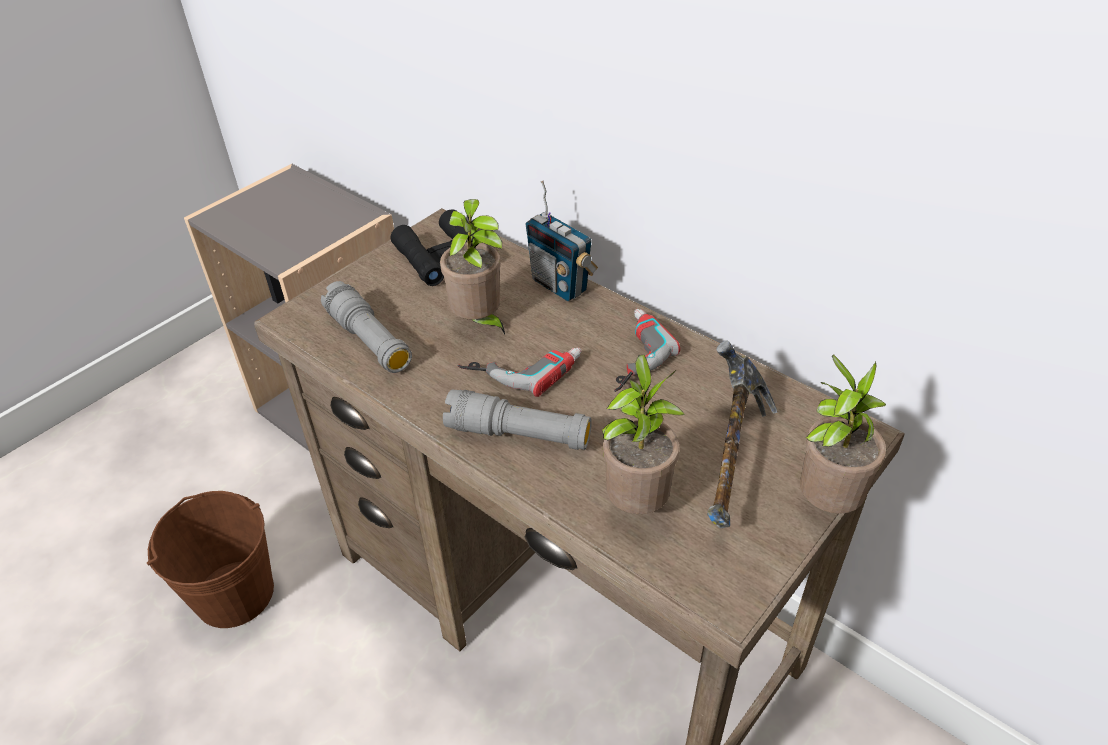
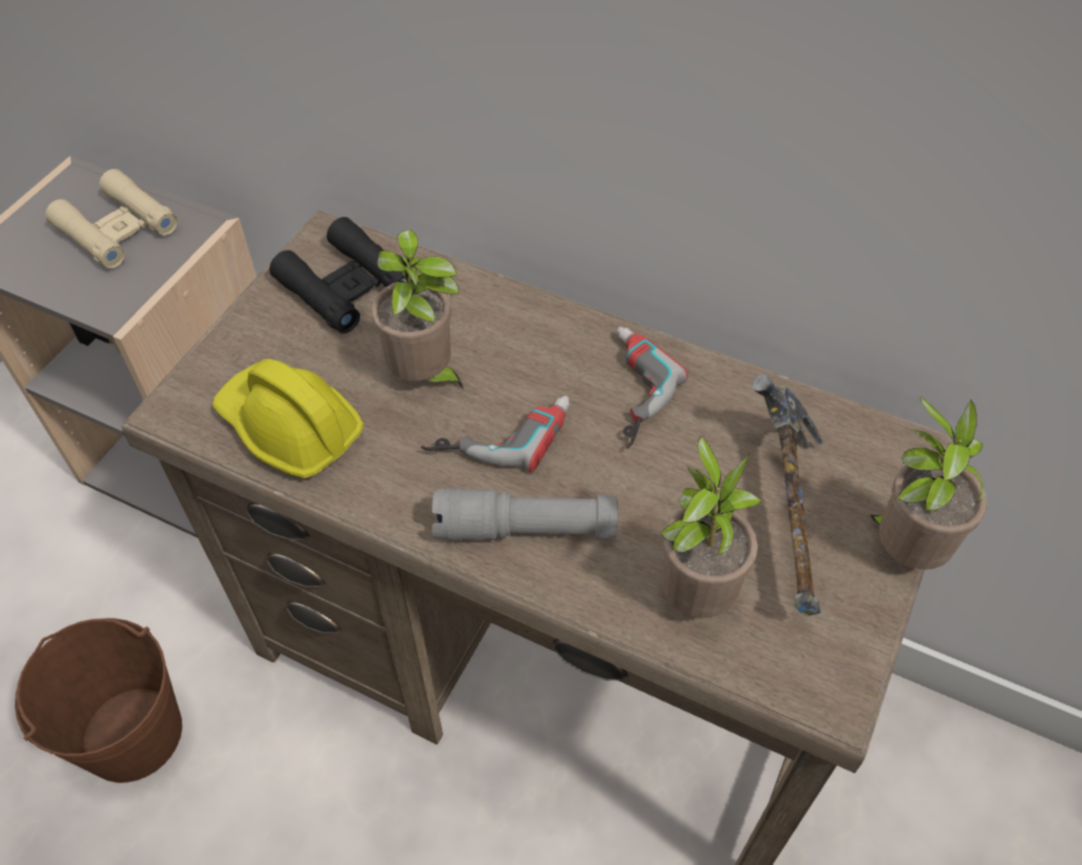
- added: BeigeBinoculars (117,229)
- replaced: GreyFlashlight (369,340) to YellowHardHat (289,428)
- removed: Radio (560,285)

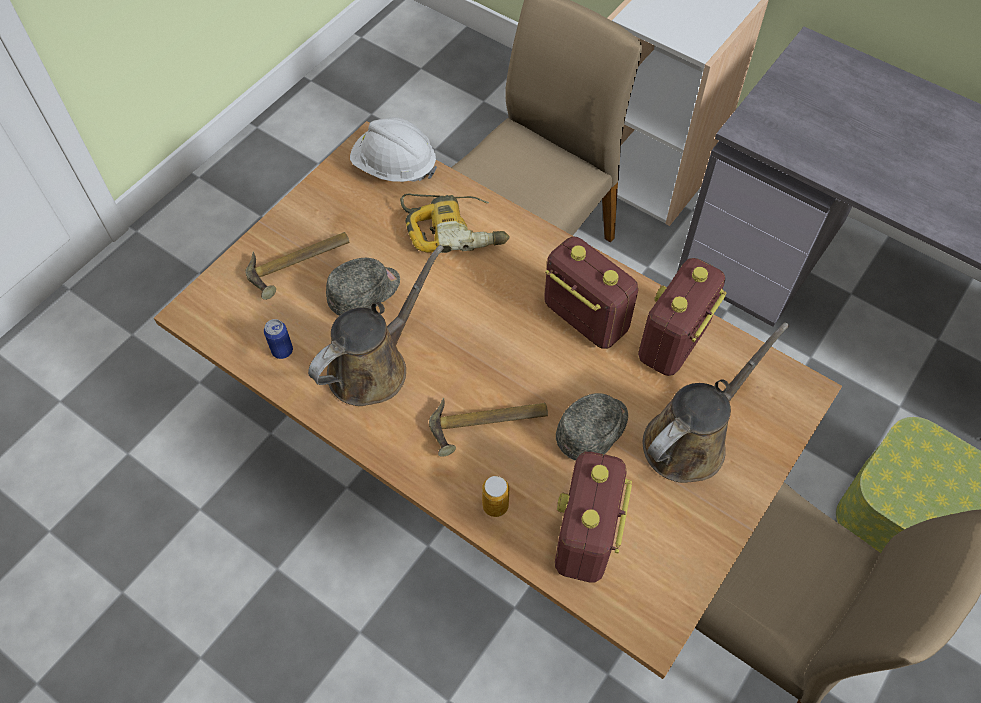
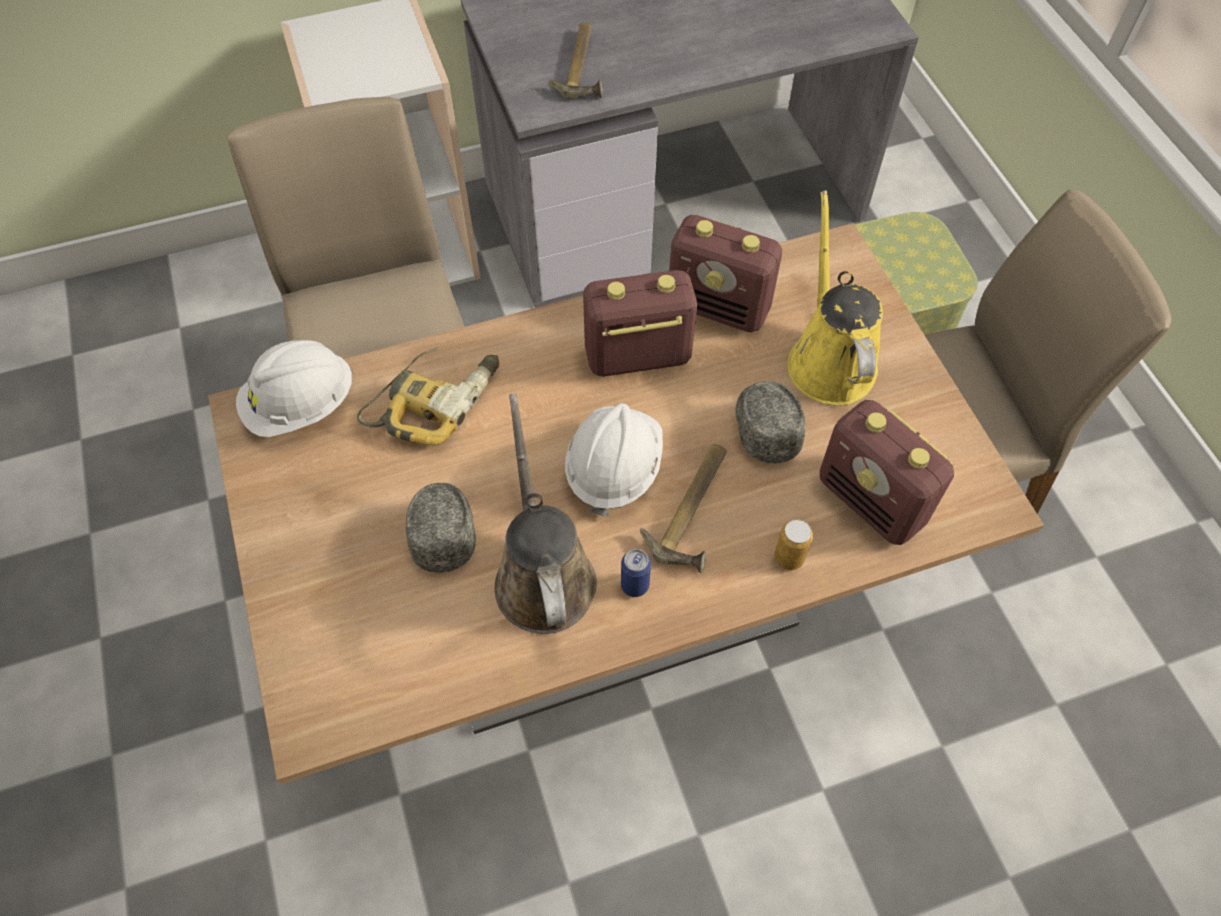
- moved: Hammer (300,265) to (583,66)
- added: WhiteHardHat (613,468)
- moved: Can (282,351) to (635,585)
- turned: Radio (673,342) = (719,307) 45 degrees counterclockwise
- recoloured: BrownWateringCan (690,439) to YellowWateringCan (829,359)

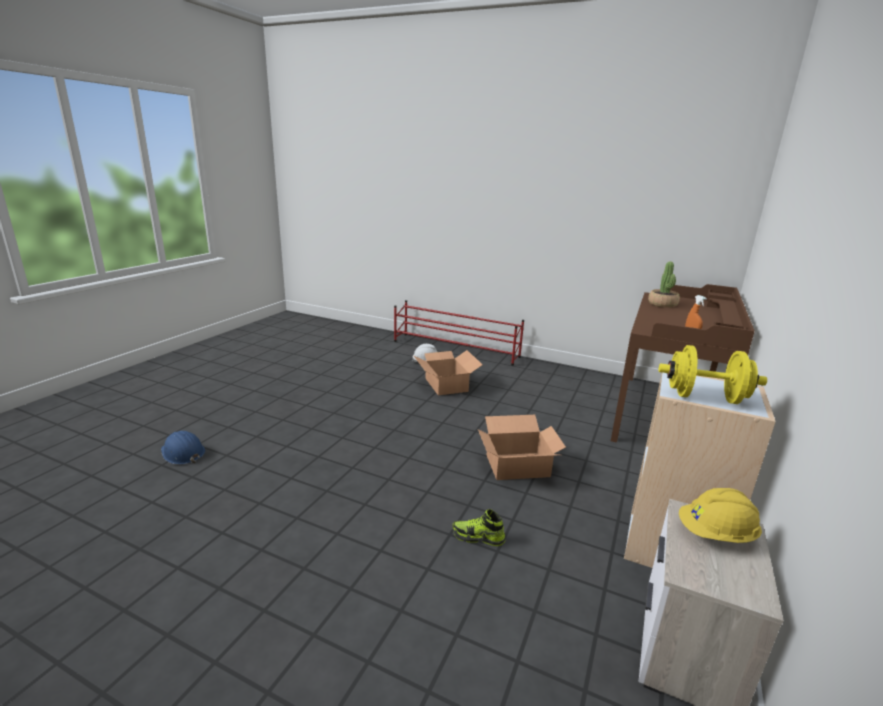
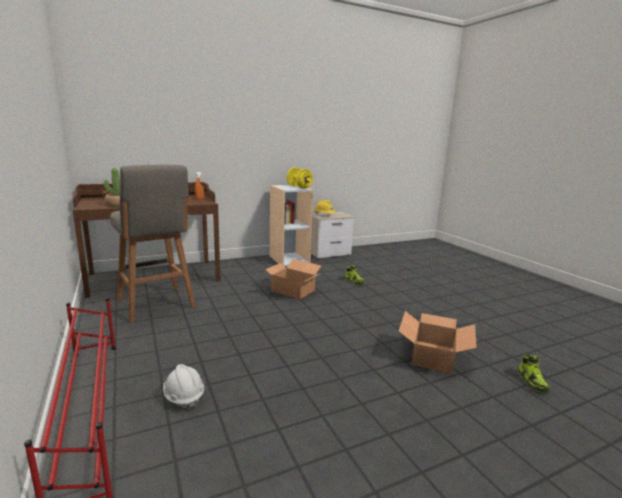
- added: GreyStool (156,305)
- moved: CardboardBox (446,384) to (432,356)
- replaced: BlueHardHat (182,453) to Shoe (532,382)

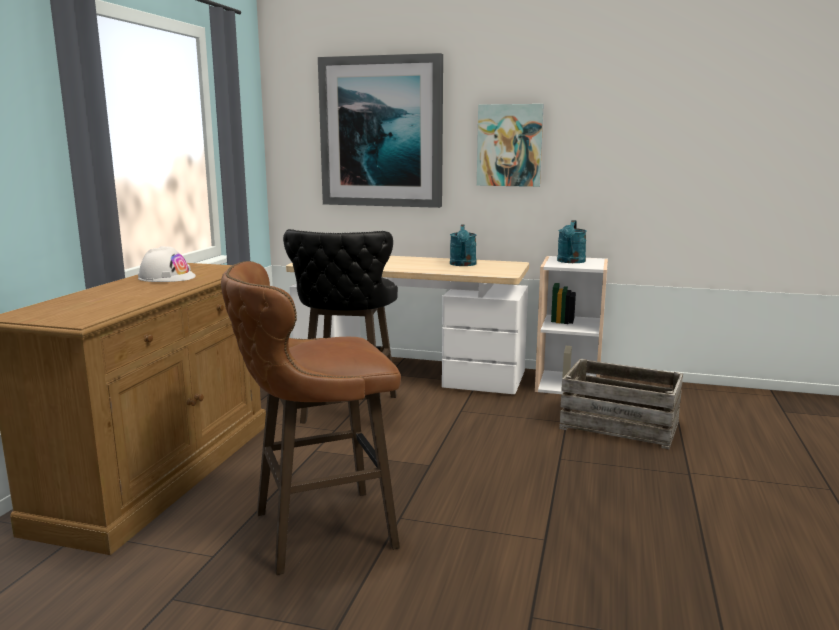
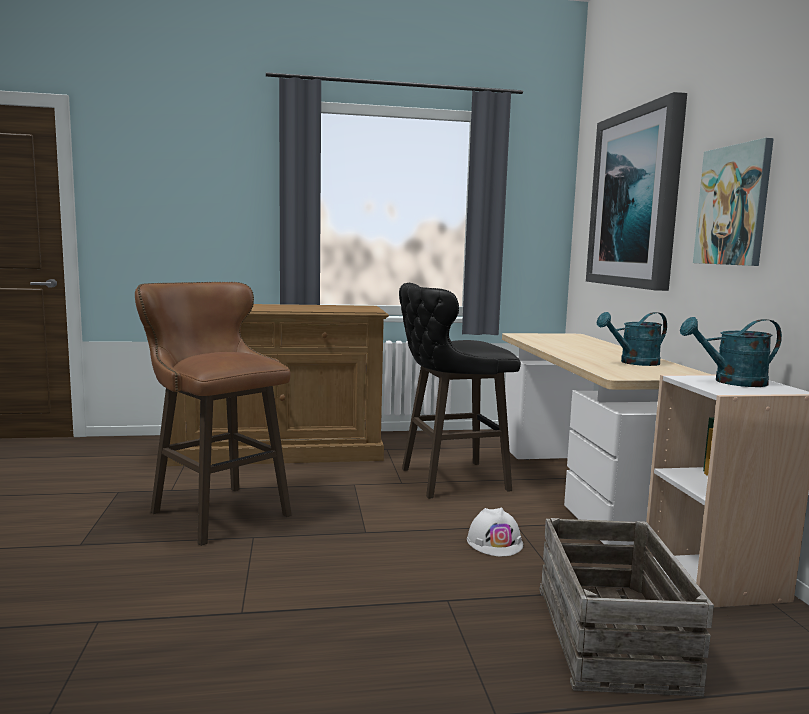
- moved: WhiteHardHat (167,277) to (495,542)

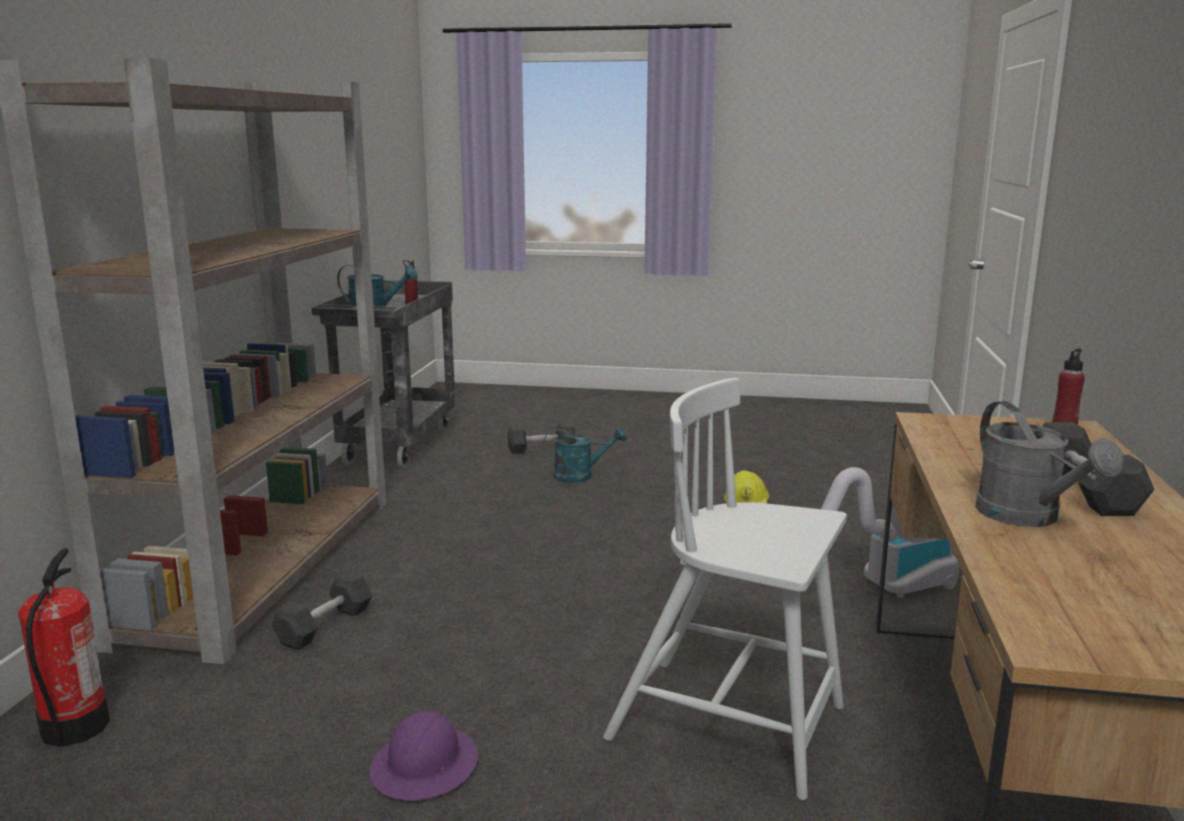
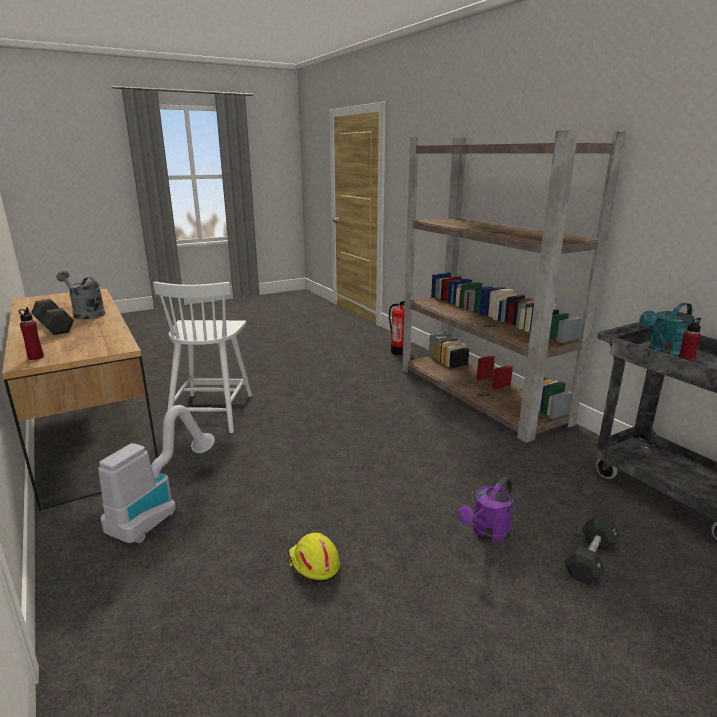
- turned: WhiteChair (731,725) = (211,412) 105 degrees clockwise
- recoloured: TurquoiseWateringCan (580,476) to PurpleWateringCan (487,533)
- removed: BlackDumbbell (325,626)
- removed: PurpleHardHat (425,766)

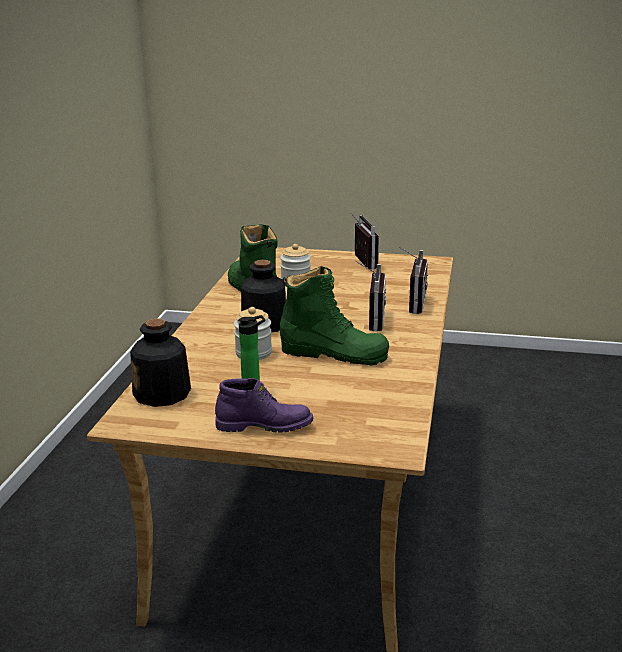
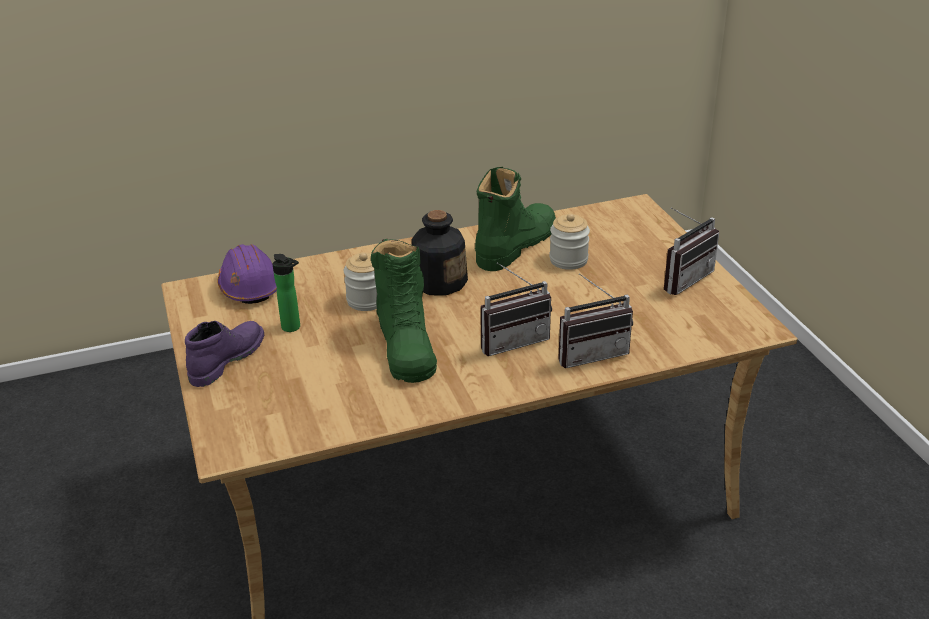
- turned: PurpleBoot (265,425) = (226,359) 120 degrees counterclockwise
- replaced: Bottle (162,394) to PurpleHardHat (249,287)

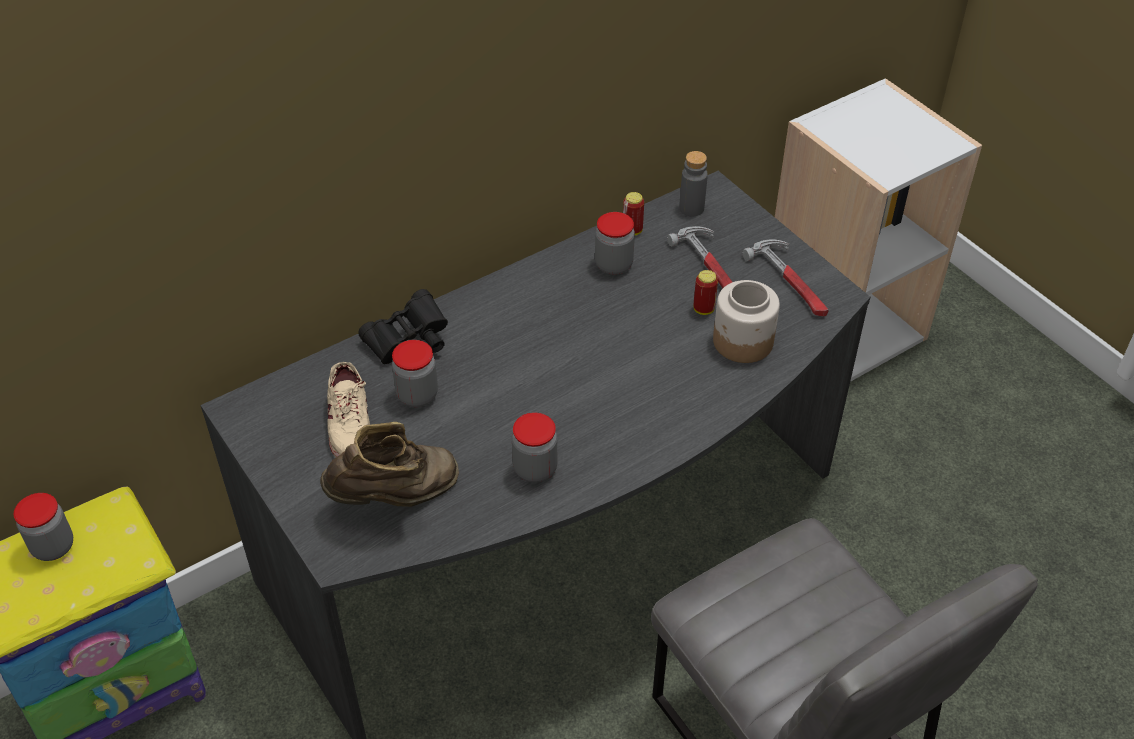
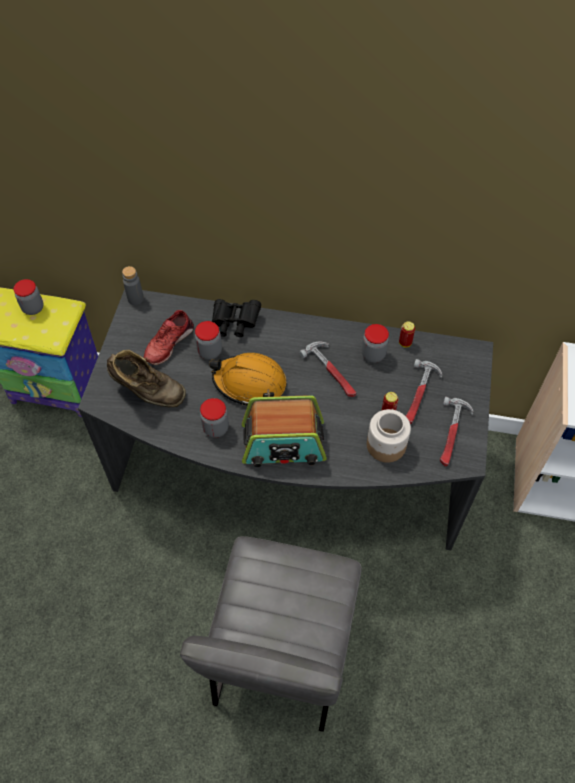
- moved: GreyBottle (691,208) to (135,299)
- recoloured: BeigeShoe (349,424) to RedShoe (168,343)
- added: OrangeHardHat (249,383)
- added: Radio (283,443)
- added: Hammer (332,371)

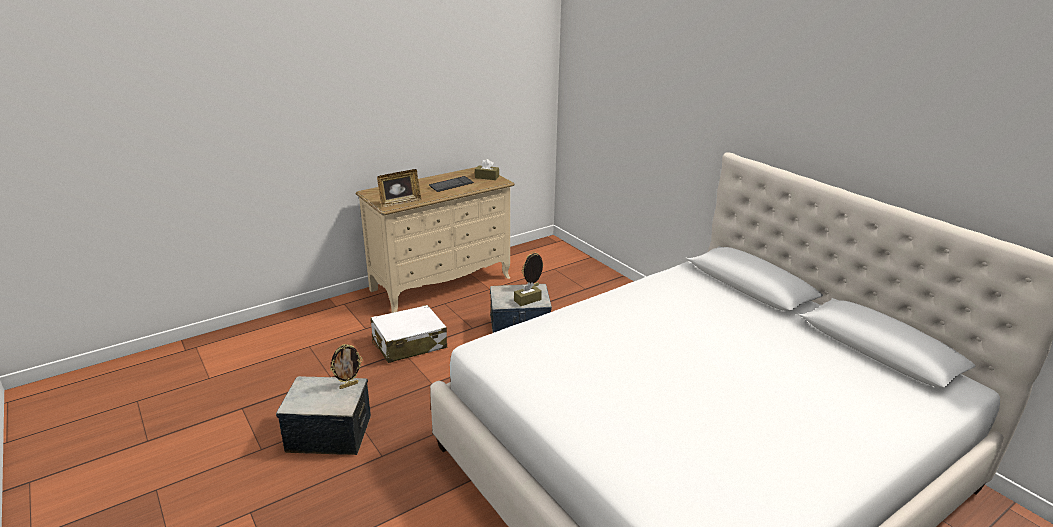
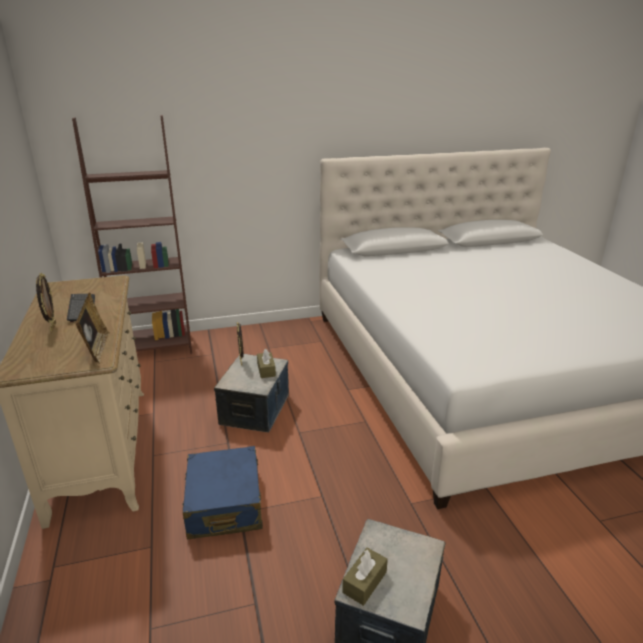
- moved: PictureFrame (348,385) to (52,327)
- added: BrownBookcase (154,347)
- recoloured: WhiteSuitcase (409,344) to BlueSuitcase (224,504)
- moved: BrownTissueBox (487,177) to (364,582)

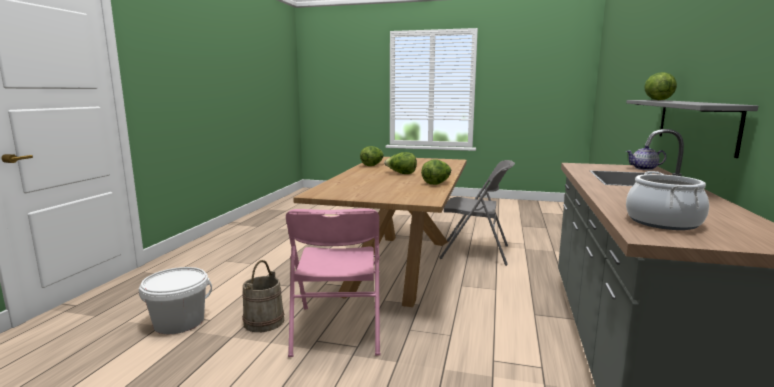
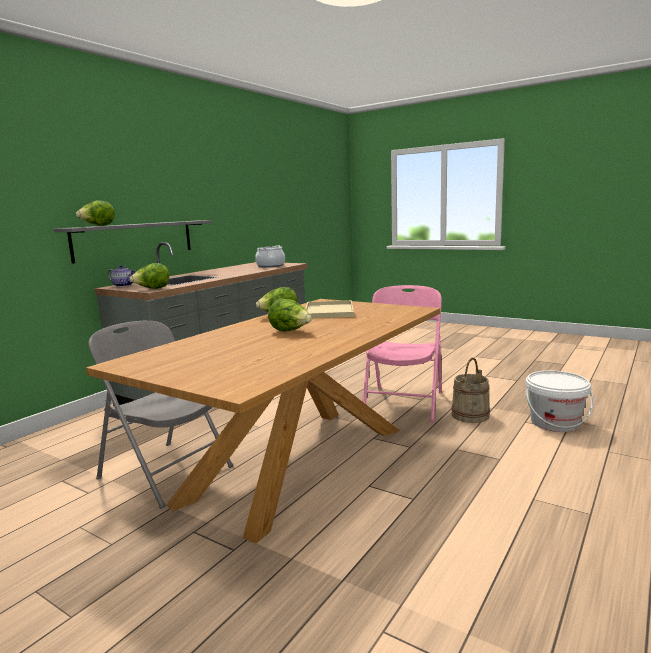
- moved: Lettuce (372,165) to (152,289)
- added: BeigeTray (330,311)

